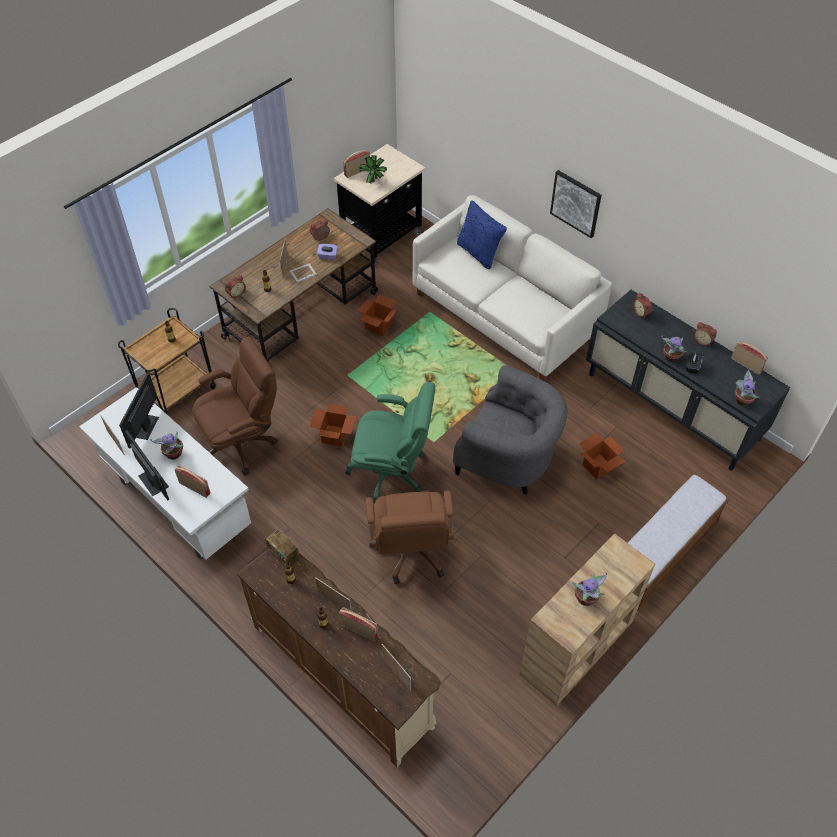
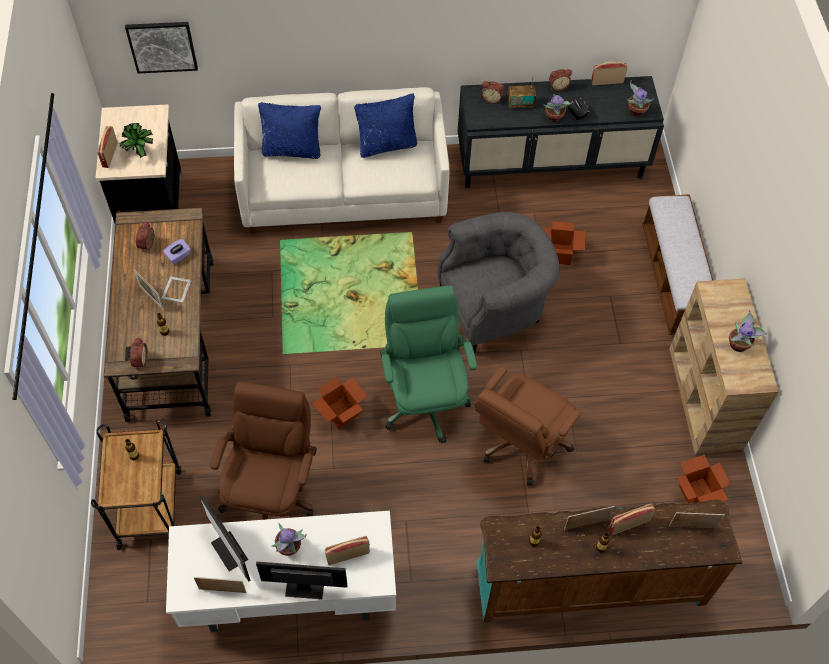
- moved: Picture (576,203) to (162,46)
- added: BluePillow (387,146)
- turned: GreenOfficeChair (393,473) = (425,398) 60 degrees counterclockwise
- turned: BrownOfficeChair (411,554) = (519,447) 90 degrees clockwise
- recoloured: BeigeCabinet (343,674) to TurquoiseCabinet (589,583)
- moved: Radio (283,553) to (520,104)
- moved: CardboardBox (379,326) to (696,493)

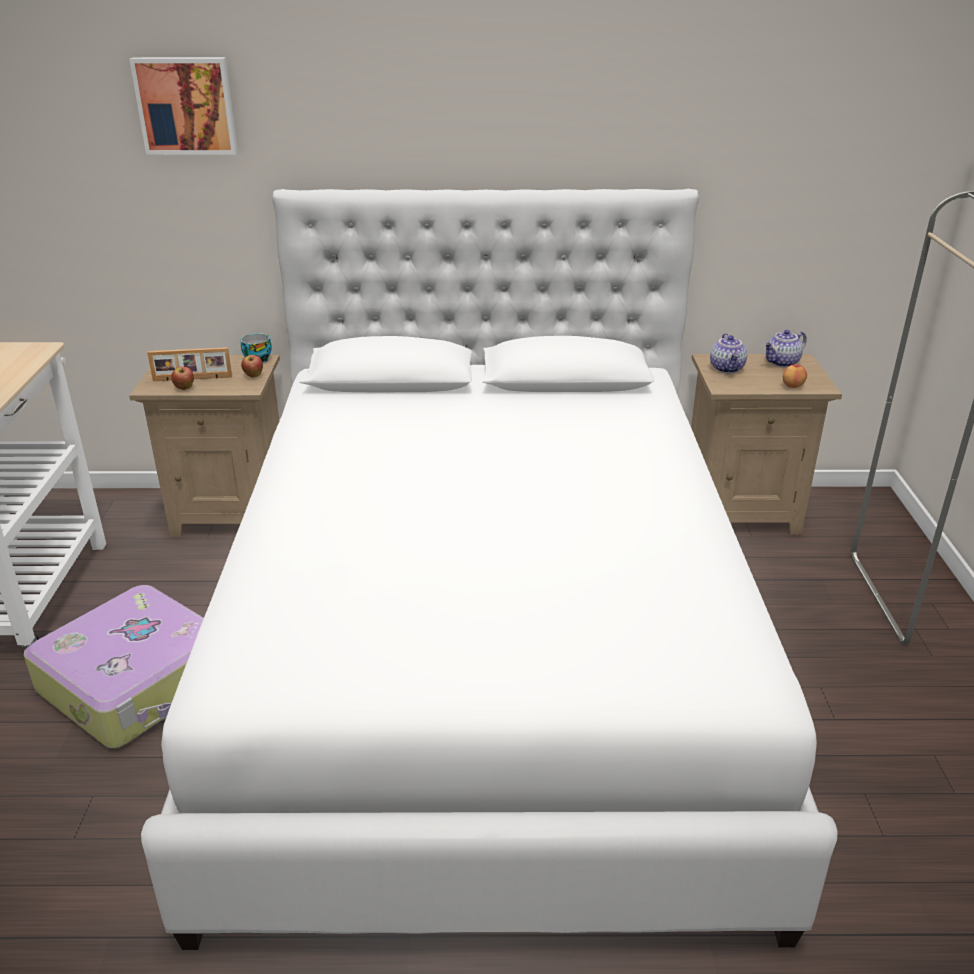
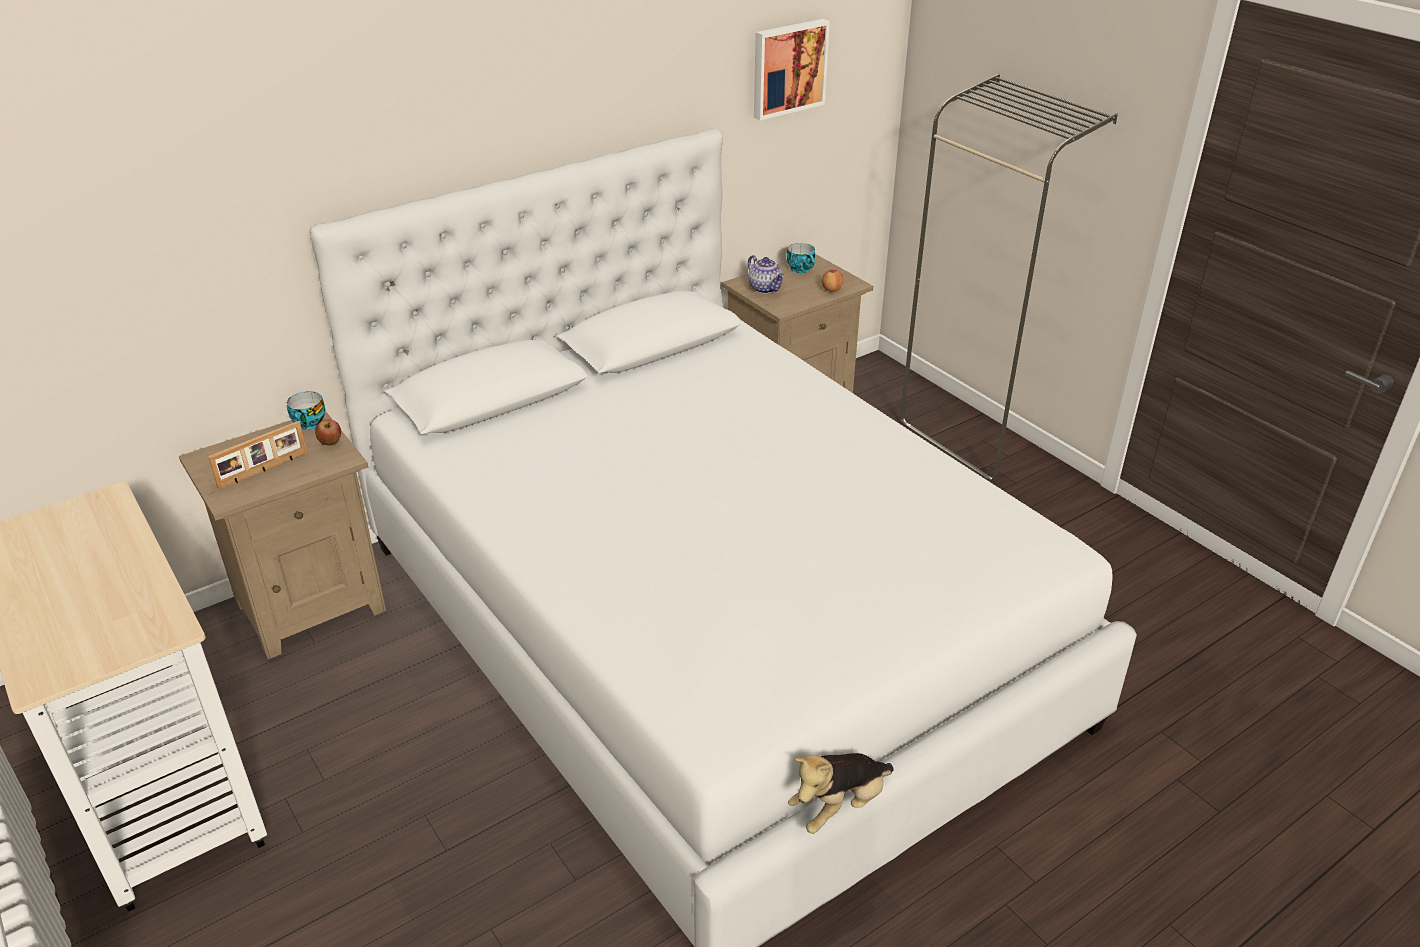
- moved: Picture (186,106) to (788,68)
- replaced: Teapot (782,363) to Cup (801,269)
- added: PlushToy (839,806)
- removed: Suitcase (138,682)
- removed: Apple (184,388)

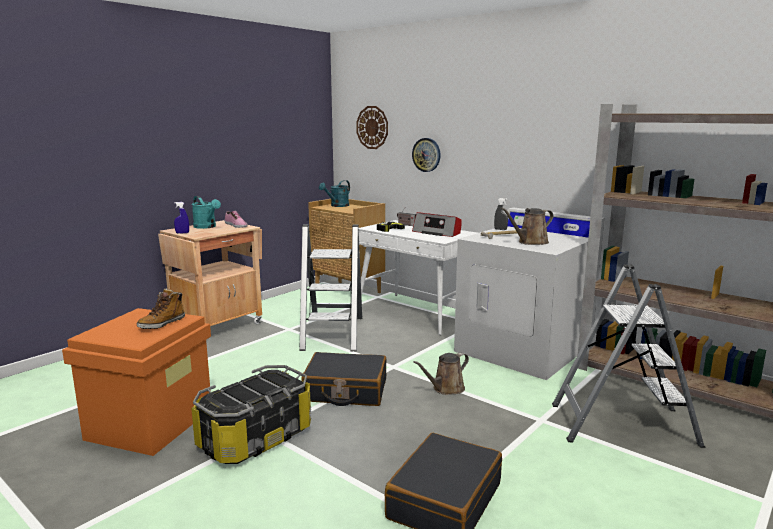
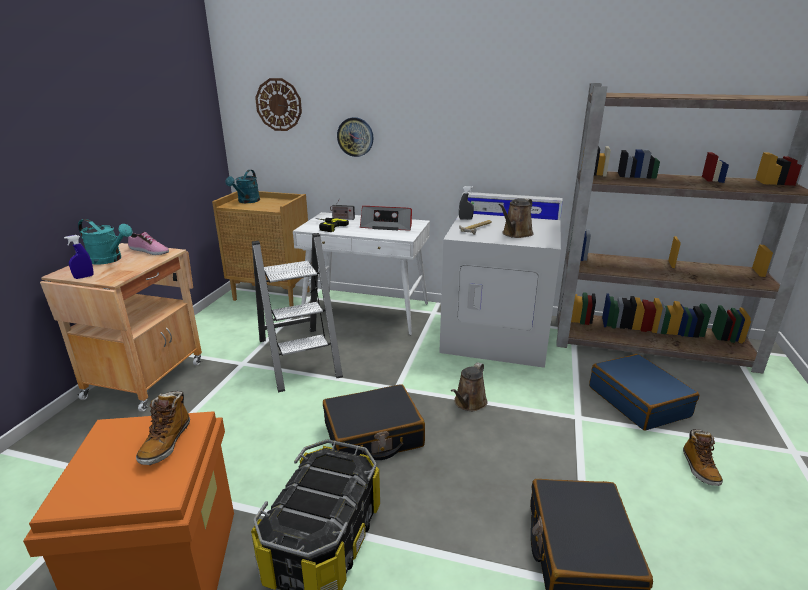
- replaced: GreyStepLadder (621,423) to BlueSuitcase (638,401)
- added: Boot (699,468)

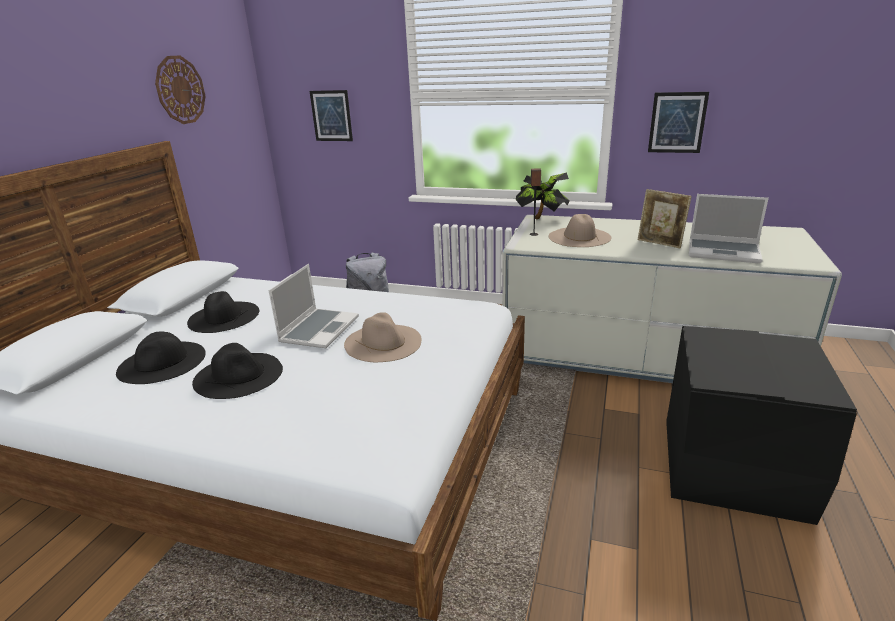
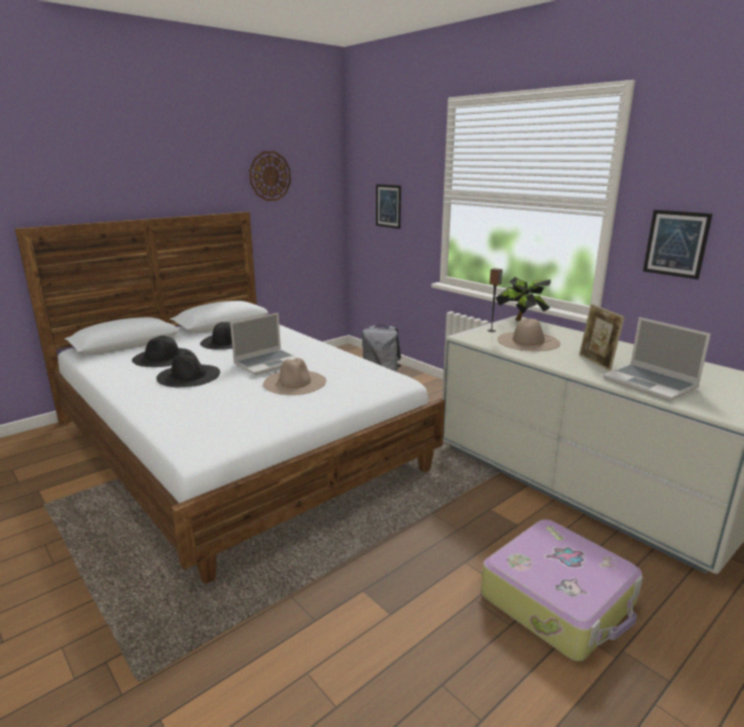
- replaced: BlackStorageBox (734,466) to Suitcase (559,600)

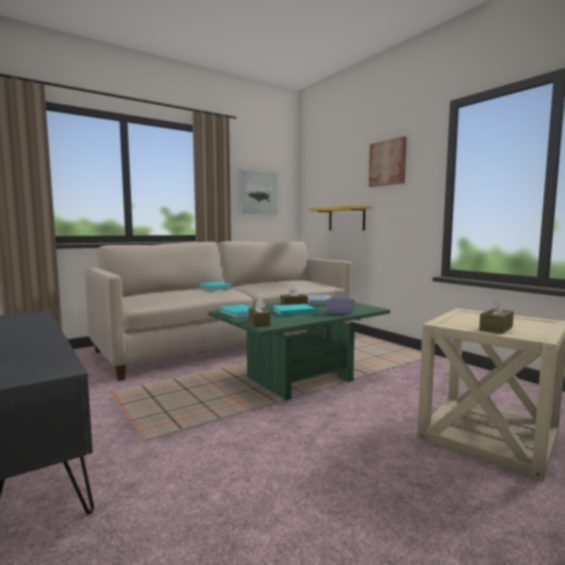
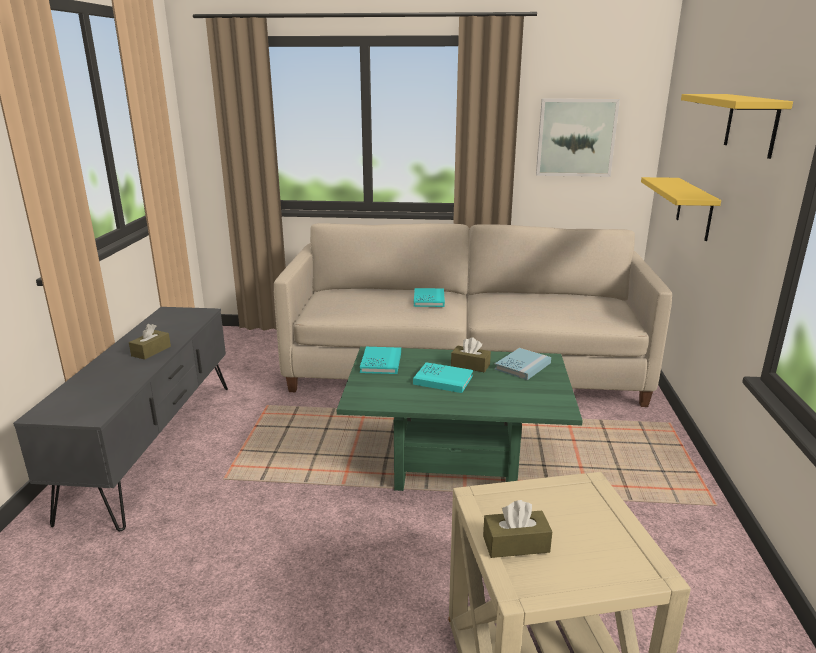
- moved: BrownTissueBox (259,323) to (151,351)
- replaced: Picture (387,163) to YellowShelf (751,124)
- removed: PurpleTissueBox (340,312)

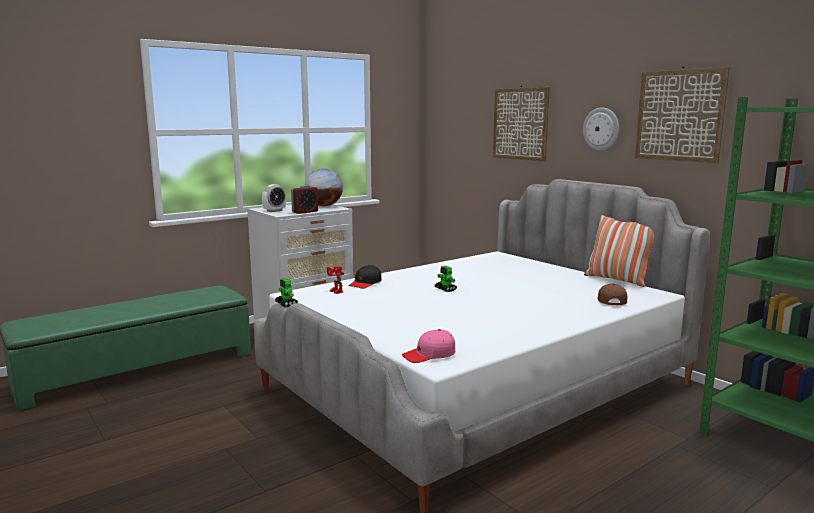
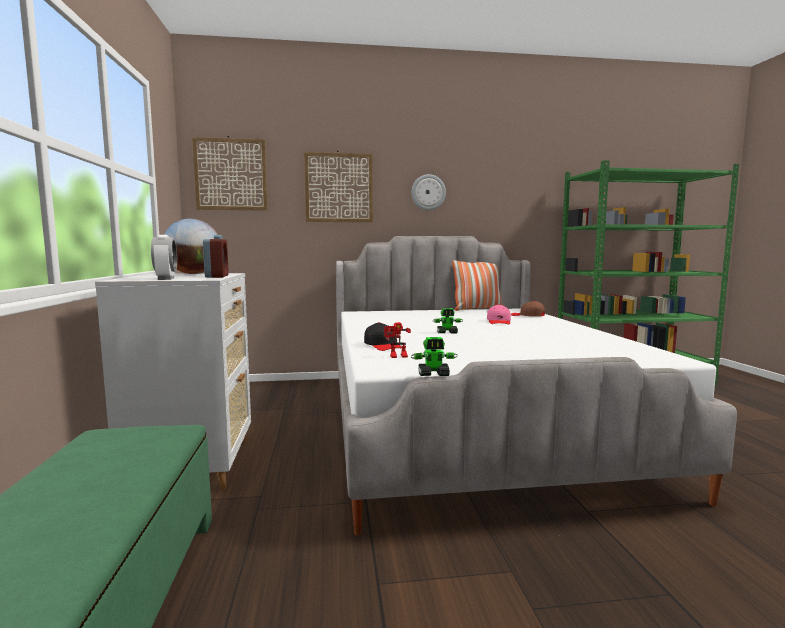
- moved: Picture (680,114) to (231,173)
- moved: PinkCap (429,355) to (499,321)

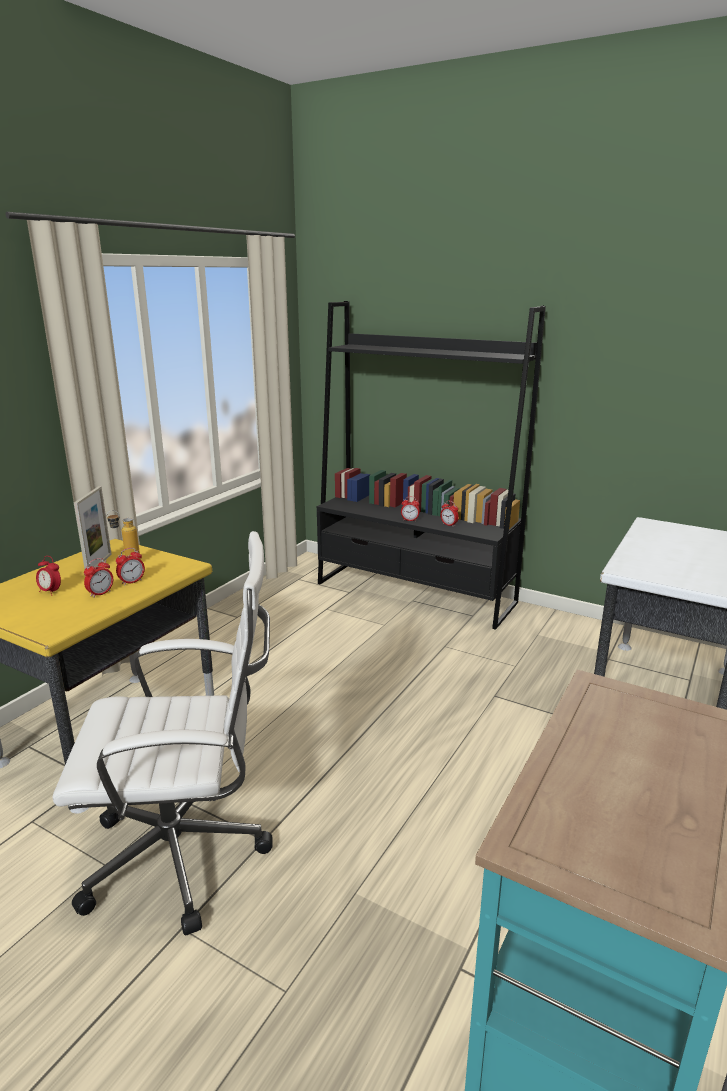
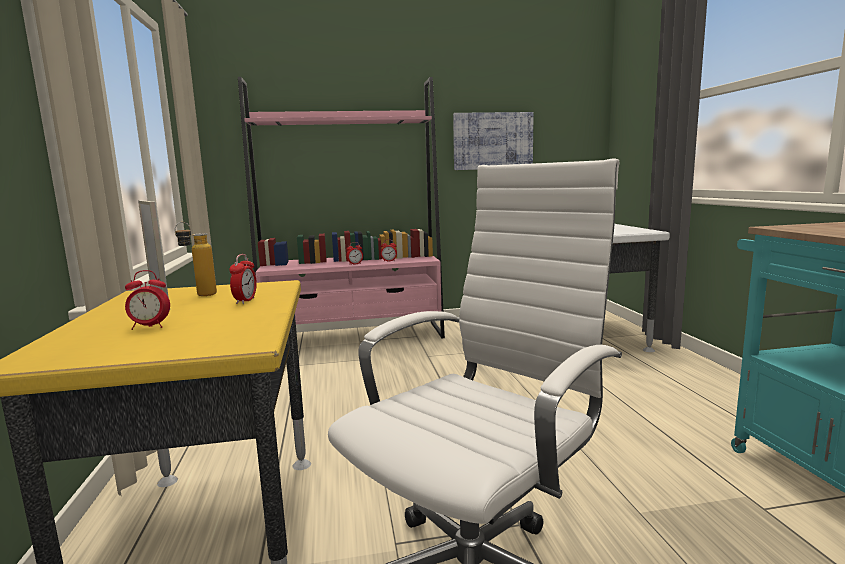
- recoloured: BlackBookcase (415,593) to PinkBookcase (354,337)
- added: Picture (493,141)
- removed: AlarmClock (100,593)

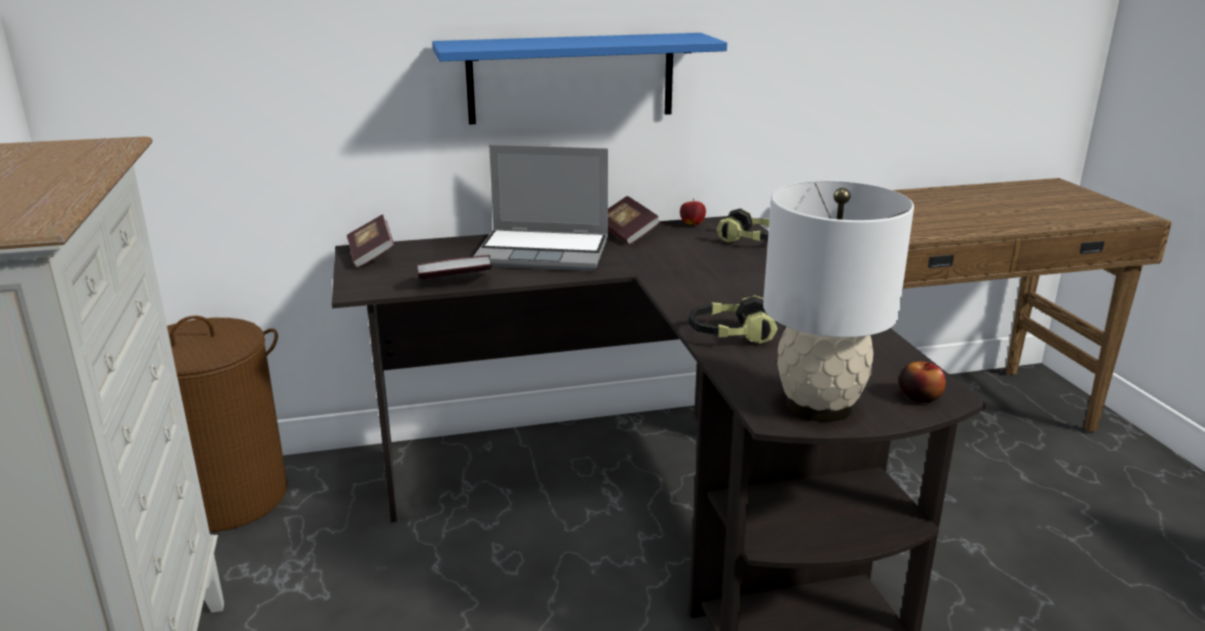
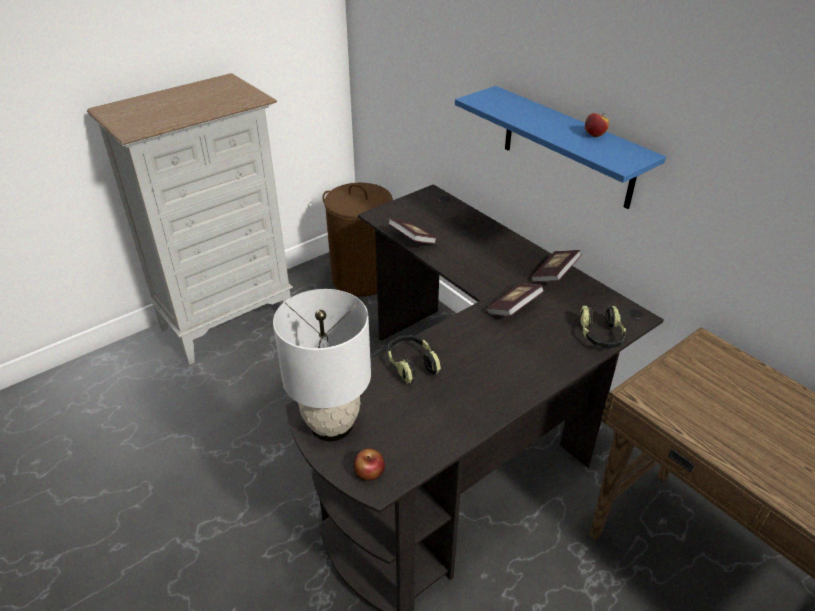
- moved: Book (371,255) to (513,308)
- moved: Apple (692,224) to (594,135)
- removed: Laptop (545,252)

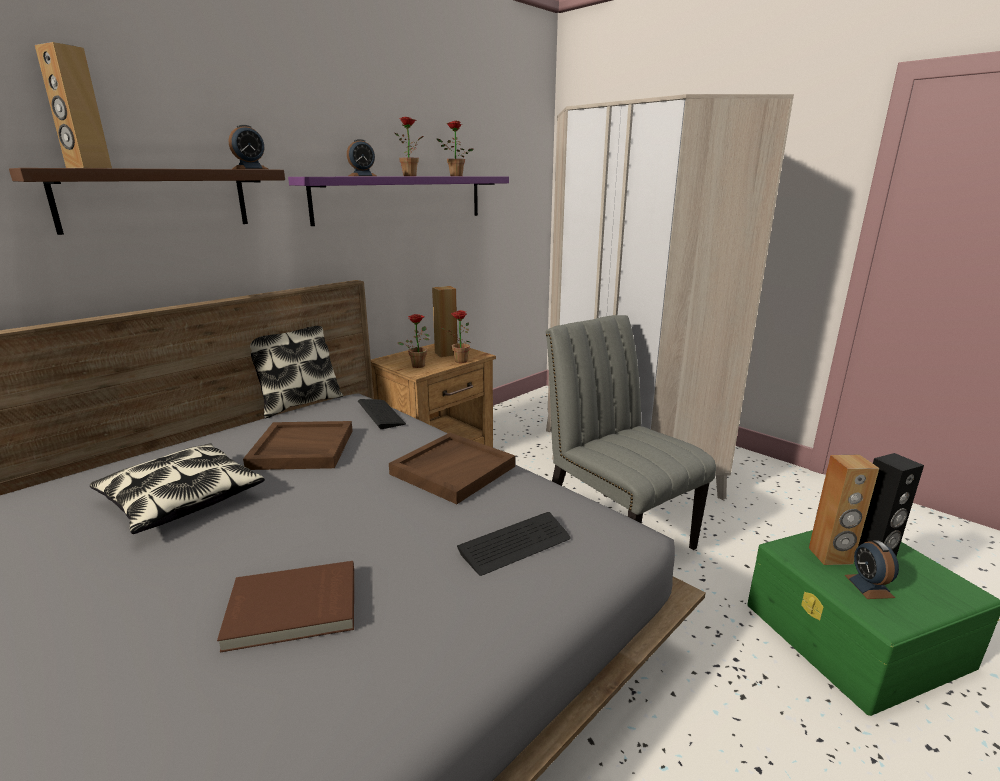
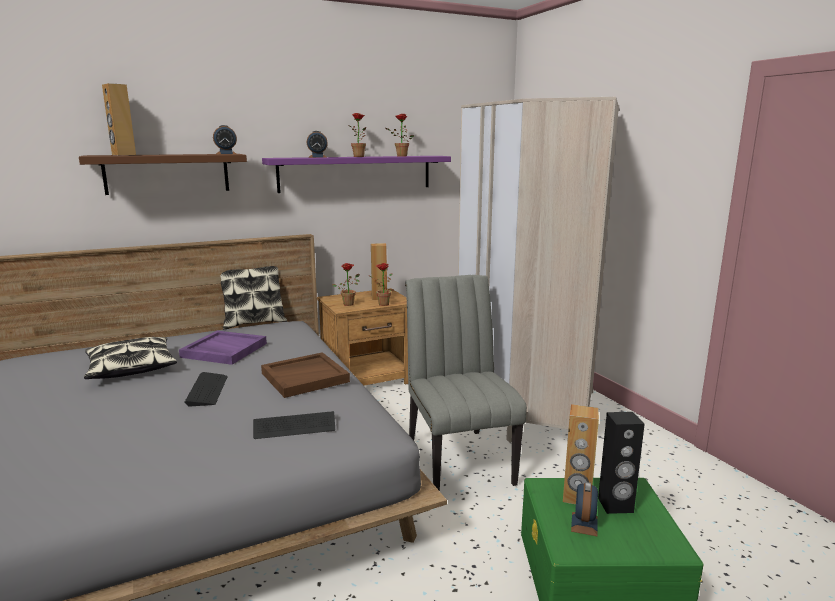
- recoloured: BrownTray (301,449) to PurpleTray (223,350)
- moved: Keyboard (381,414) to (207,390)
- removed: BrownBook (293,609)

